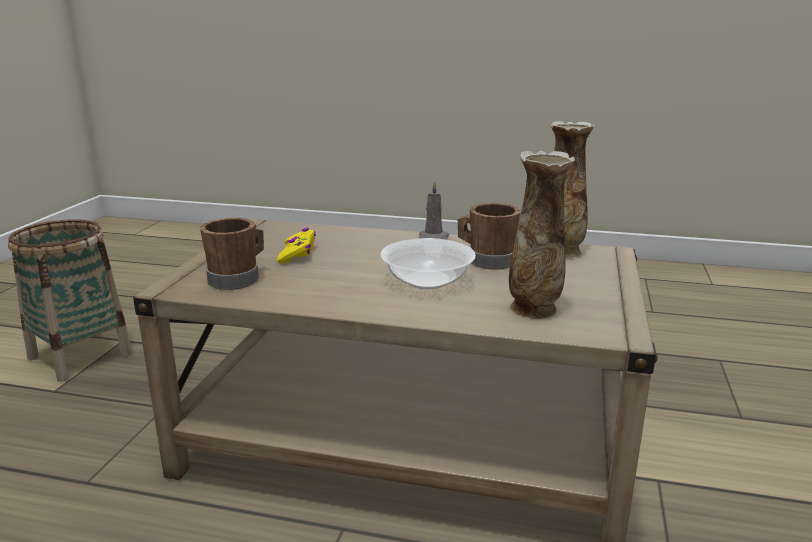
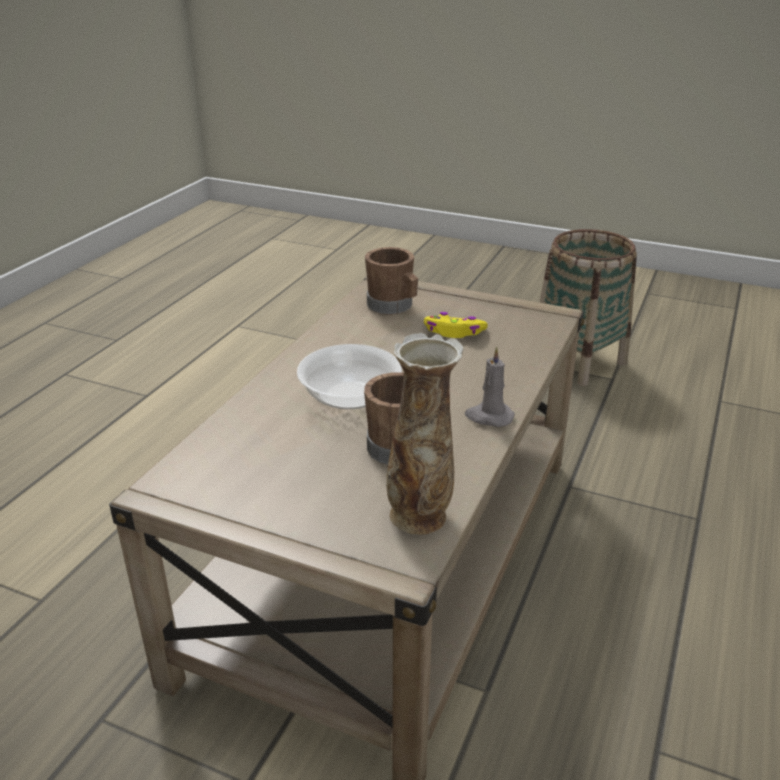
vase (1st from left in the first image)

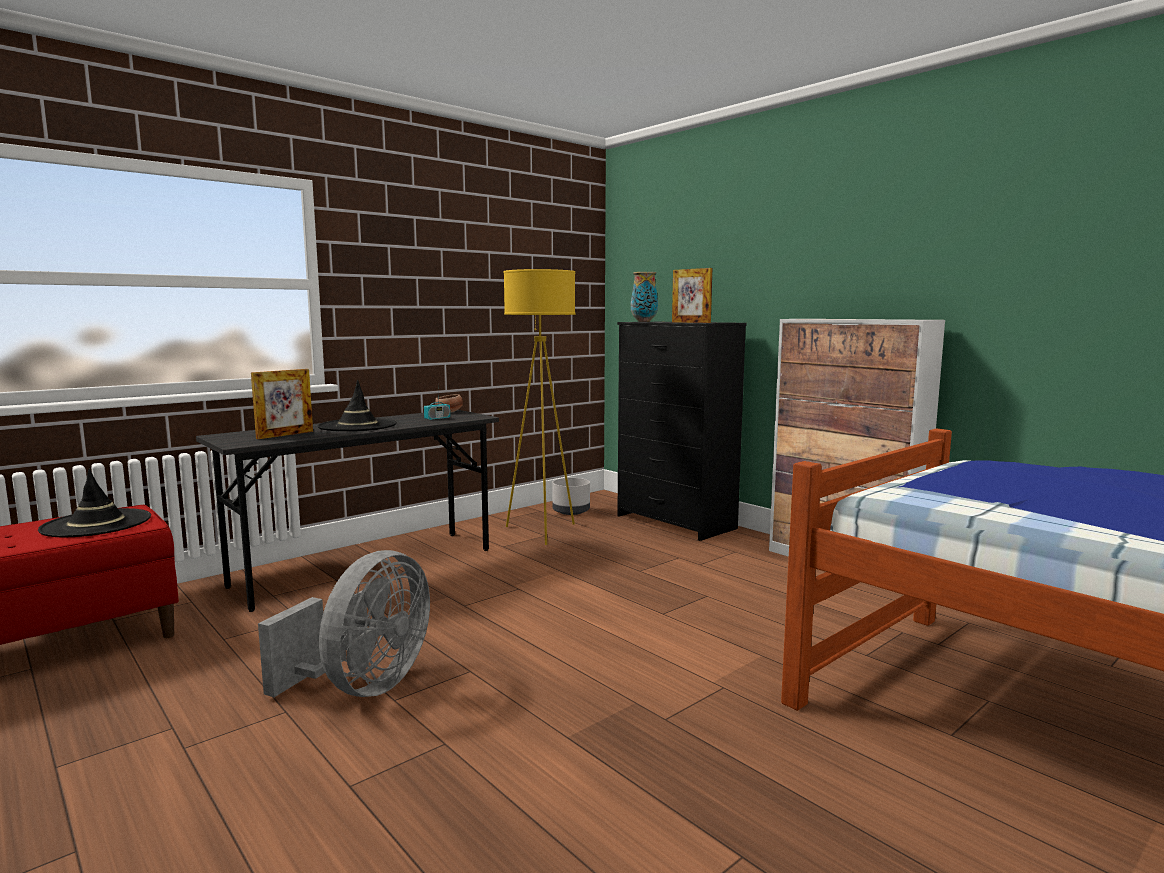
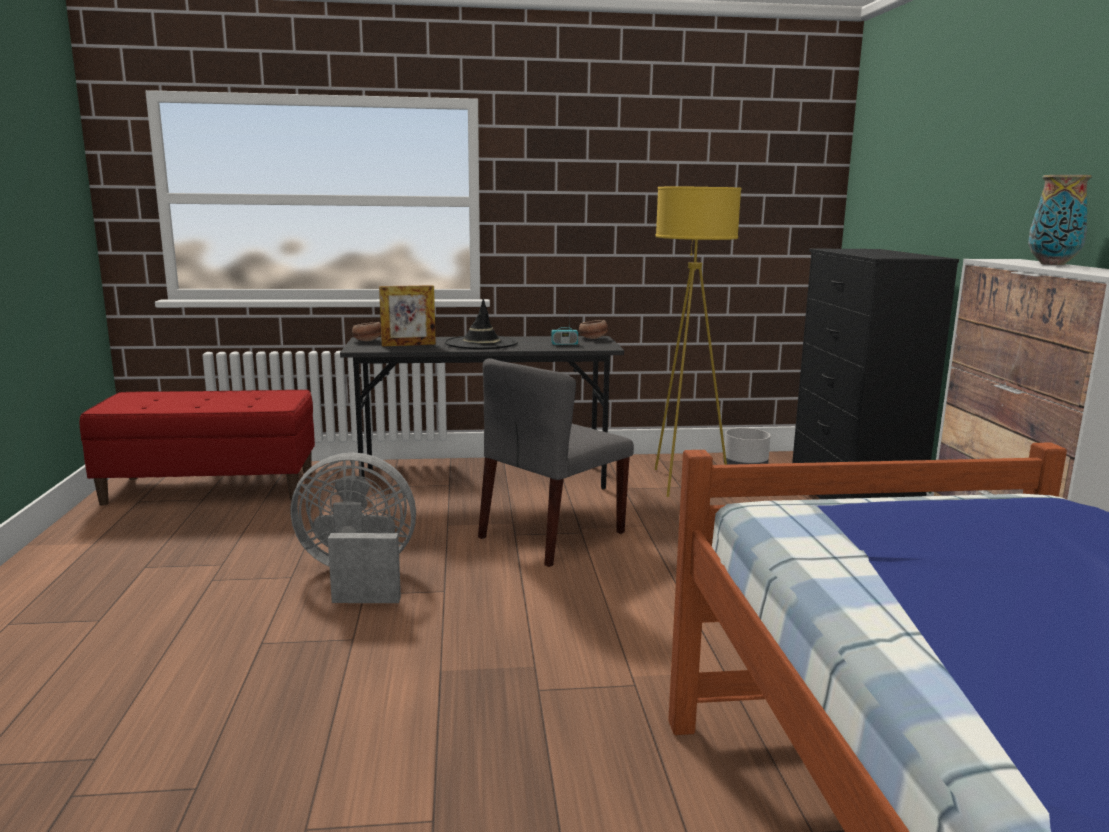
chapeau/noir (1st from left in the first image)
cadre photo (2nd from left in the first image)
bol (1st from left)
chaise/gris
vase
ventilateur/gris

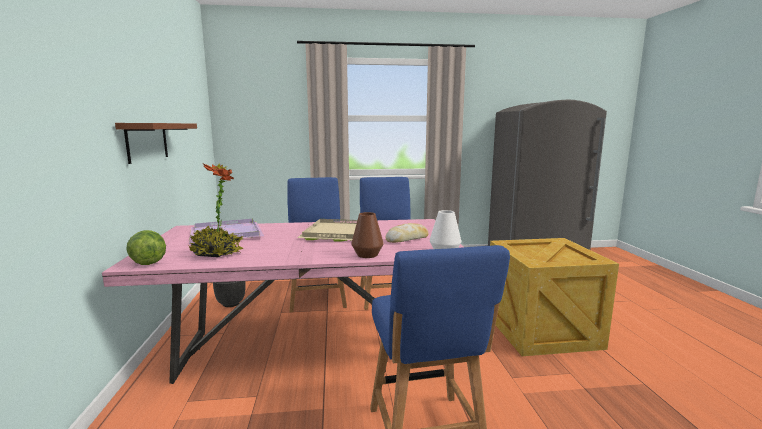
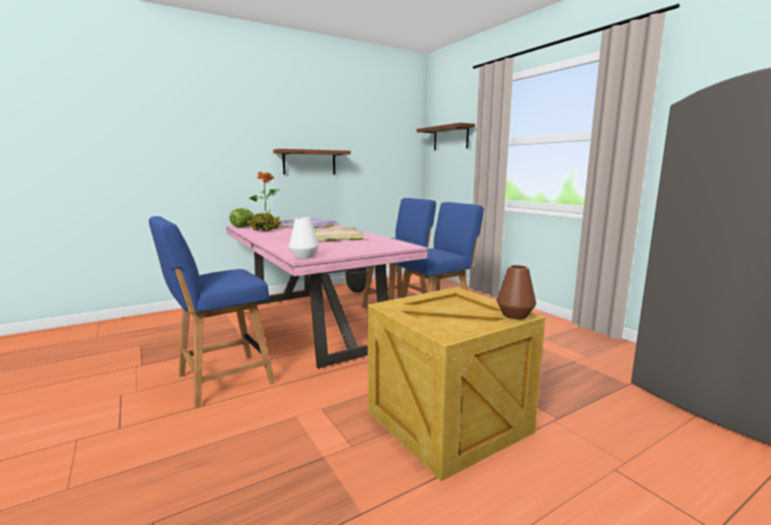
pain
étagère/marron (2nd from left)
vase/marron

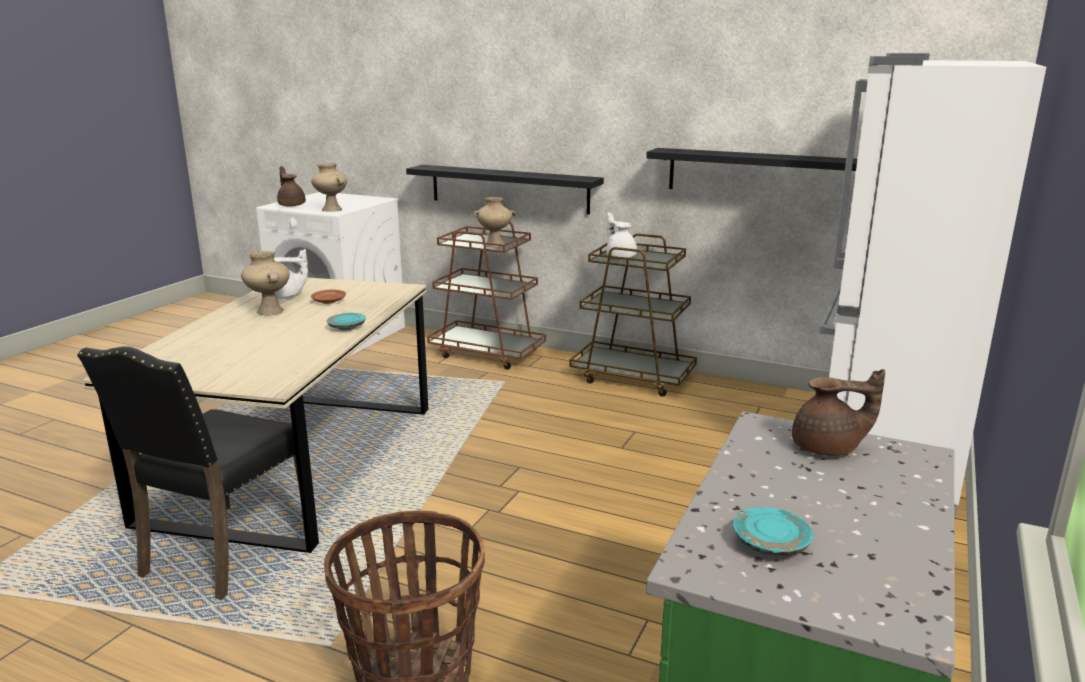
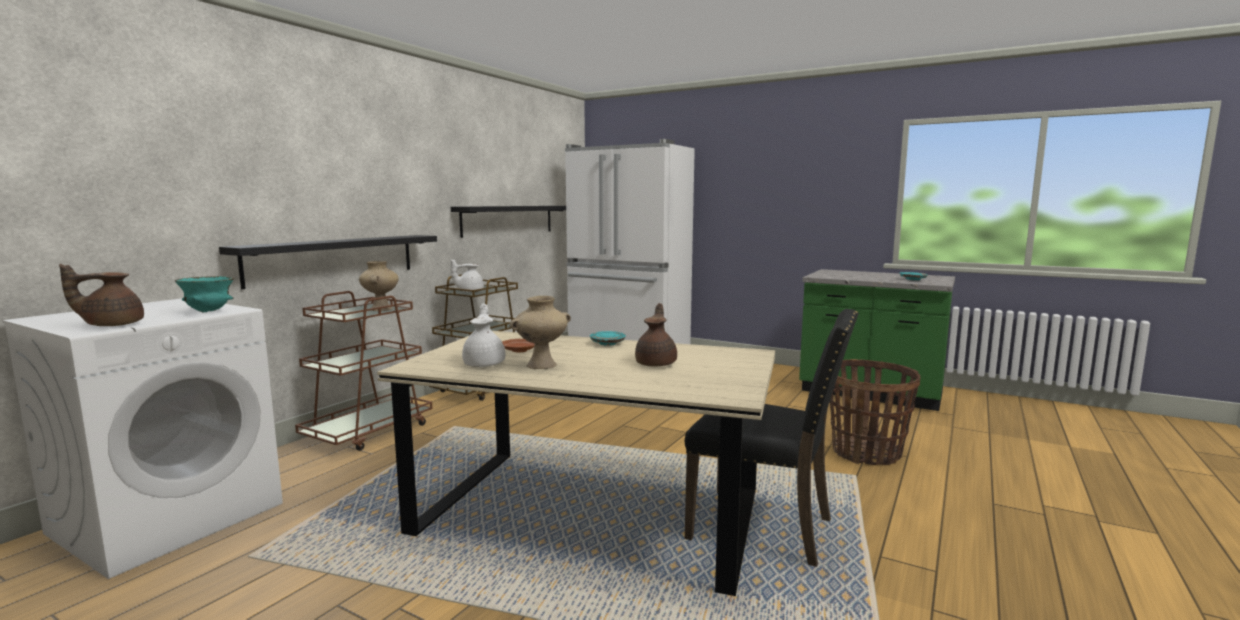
théière/marron (2nd from left)
bol/turquoise

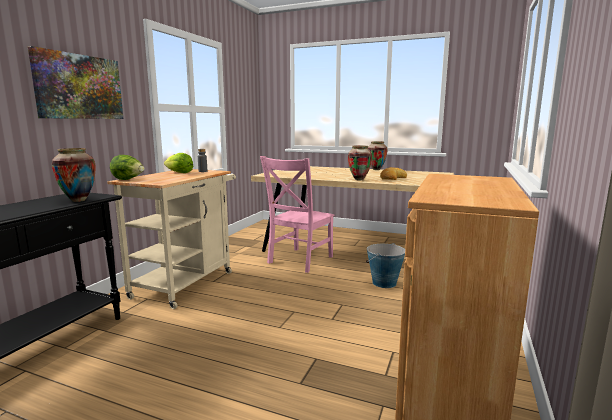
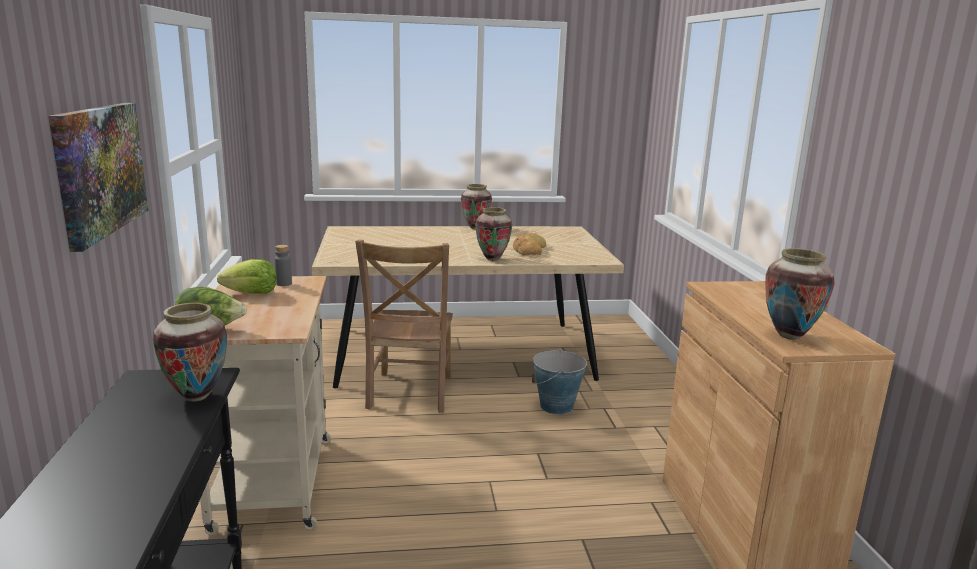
vase (4th from left)
chaise/marron

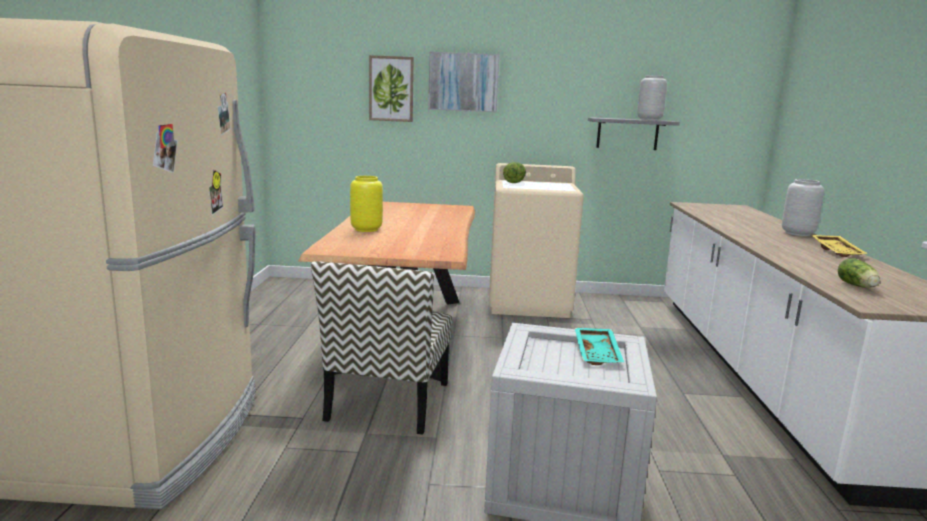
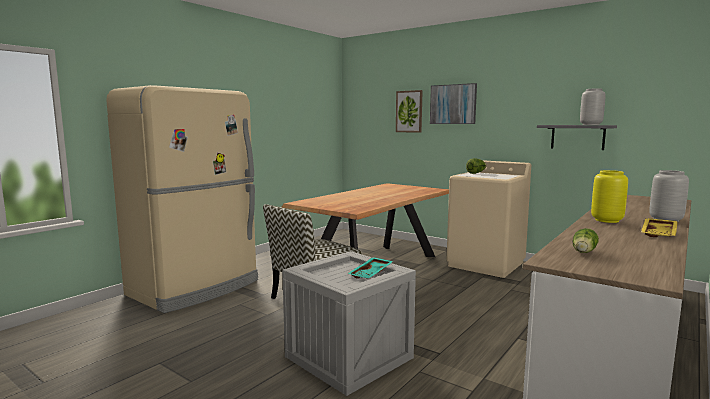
vase/jaune

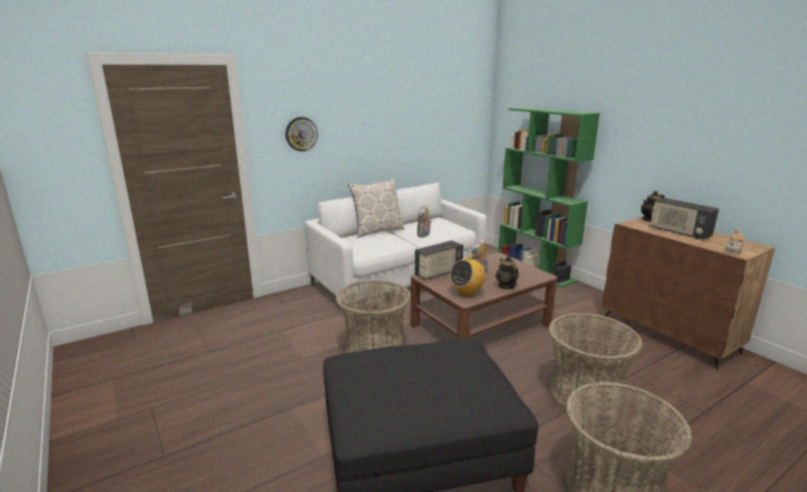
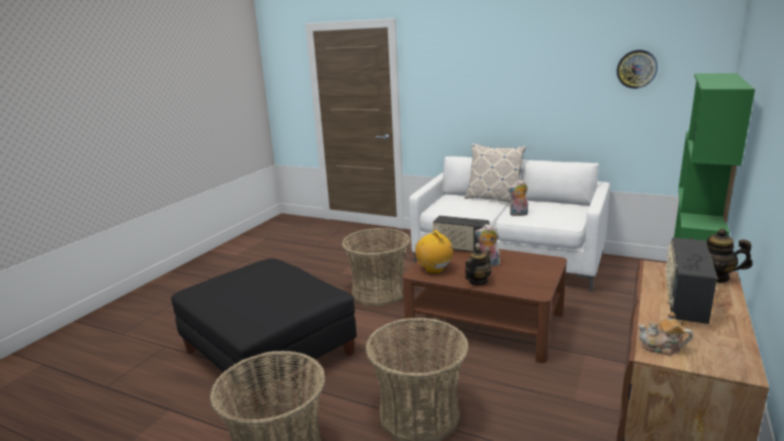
horloge murale
radio (1st from left)

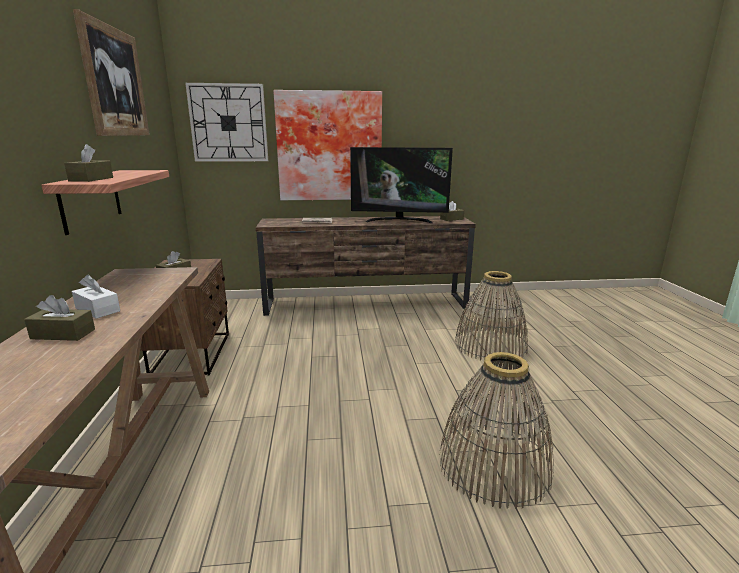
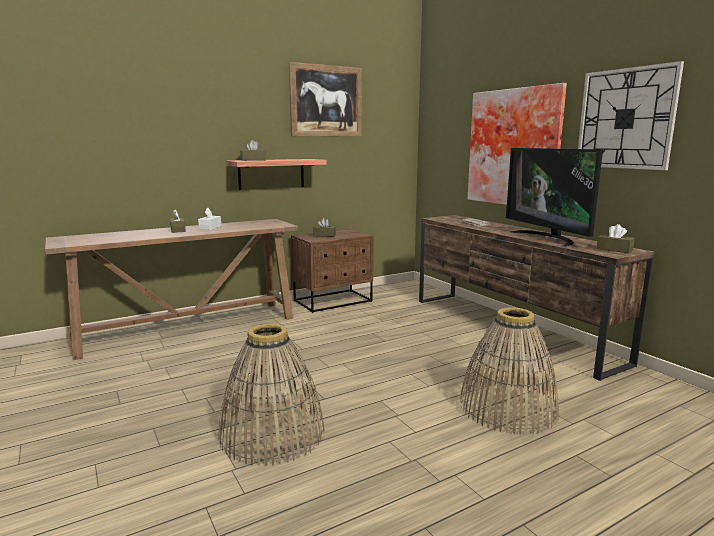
horloge murale

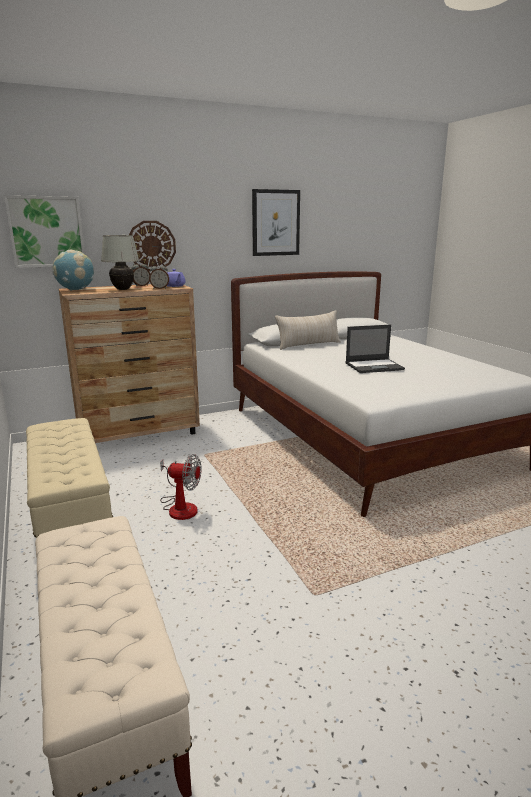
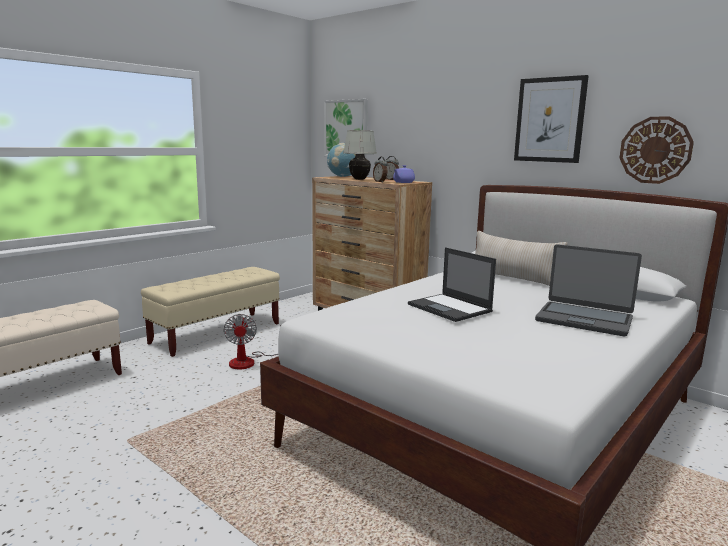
ordinateur portable (2nd from left)
horloge murale

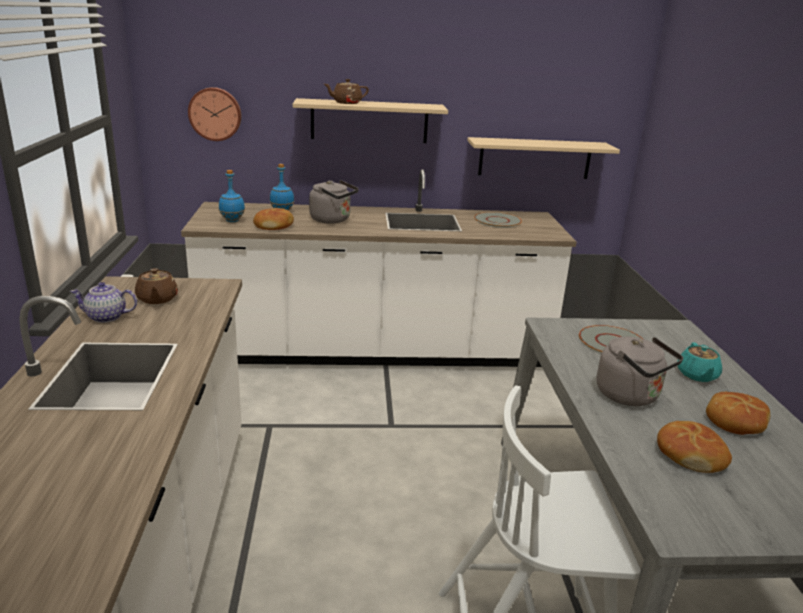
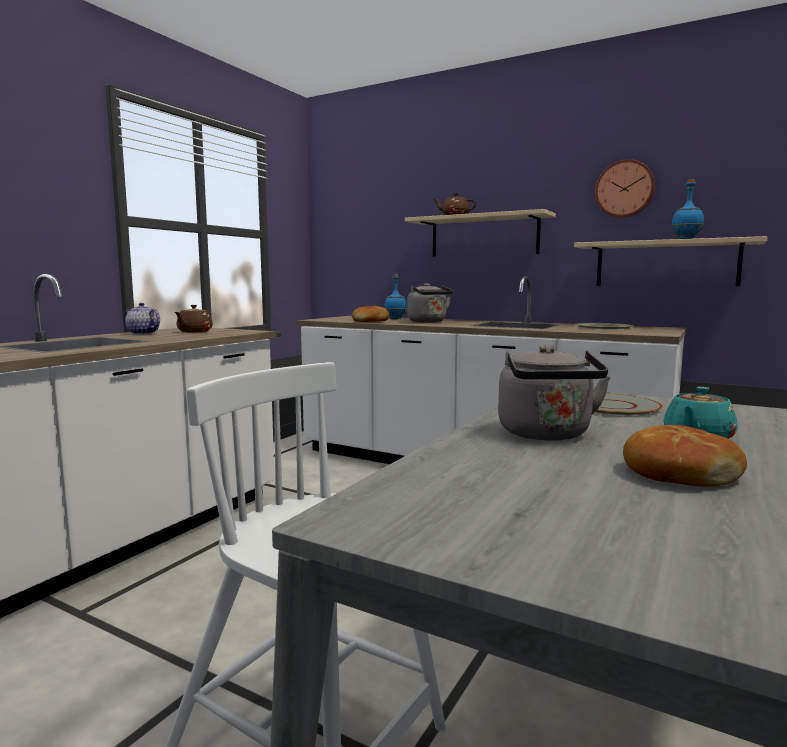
pain (2nd from left in the first image)
horloge murale
bouteille/bleu (2nd from left)

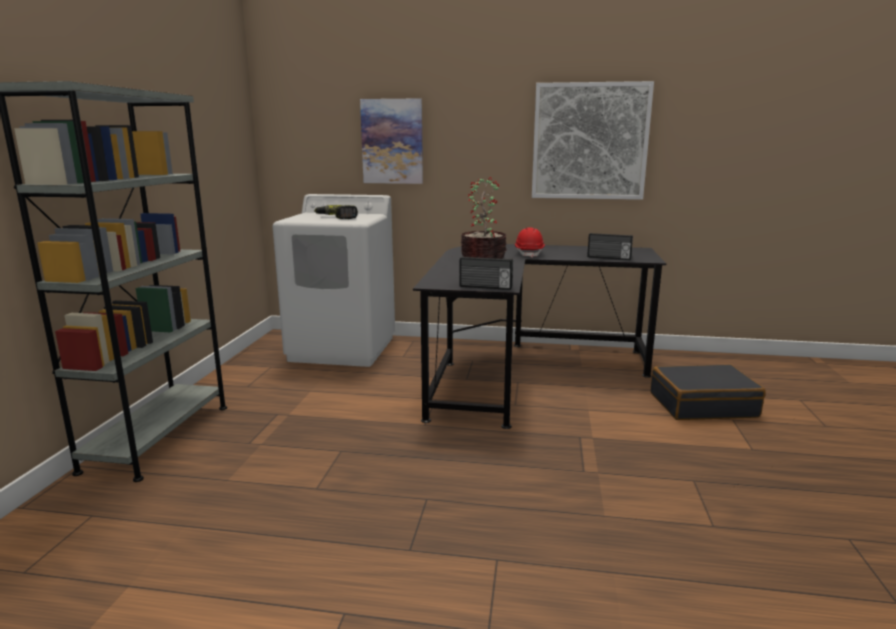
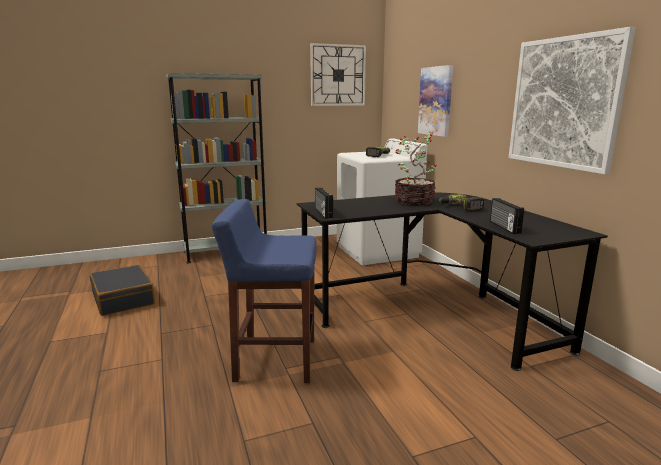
tabouret/bleu
horloge murale
valise/noir
perceuse (2nd from left)

